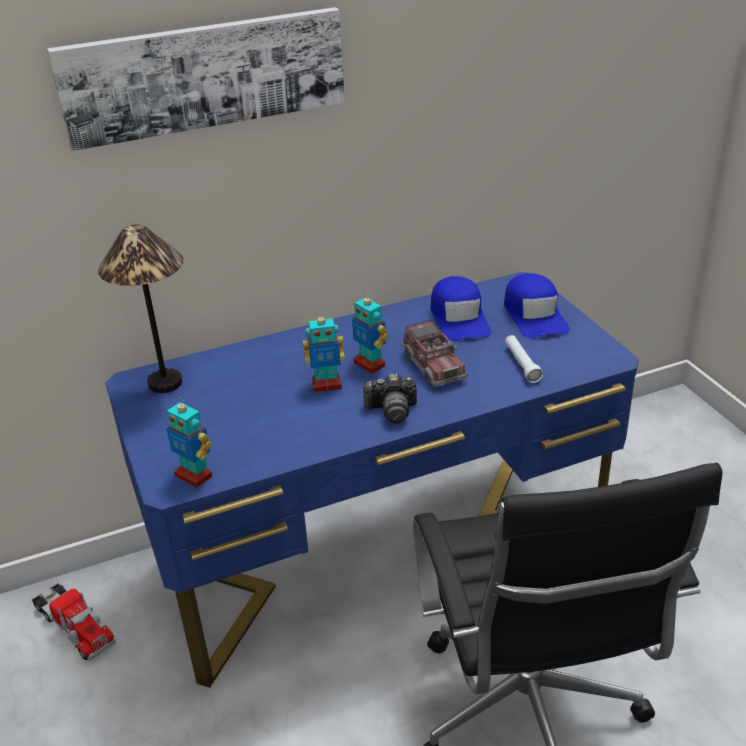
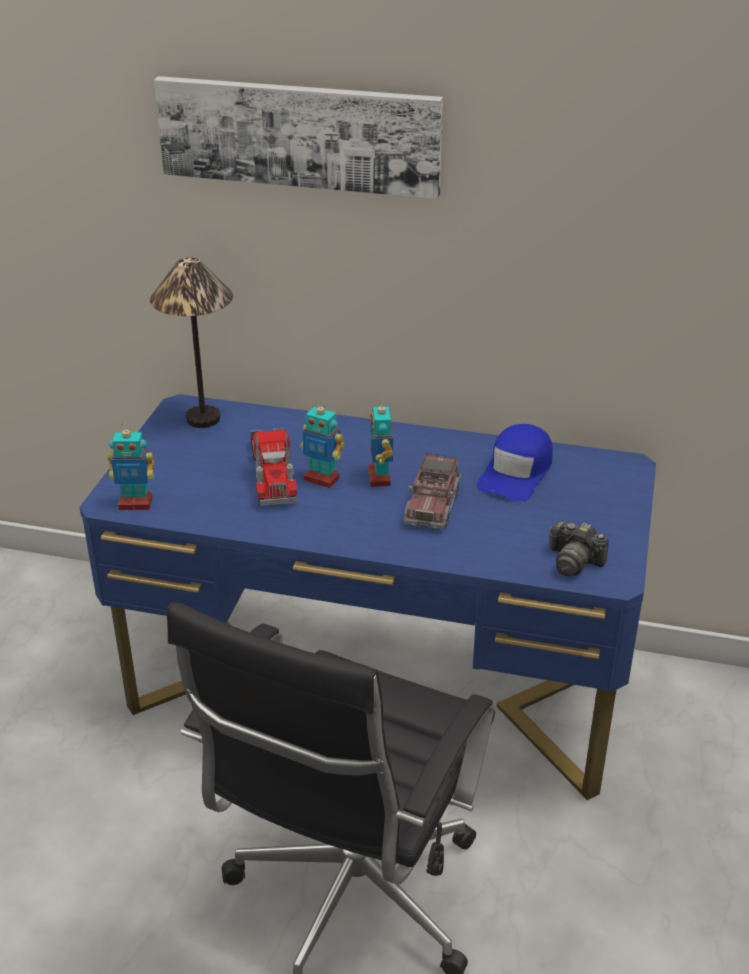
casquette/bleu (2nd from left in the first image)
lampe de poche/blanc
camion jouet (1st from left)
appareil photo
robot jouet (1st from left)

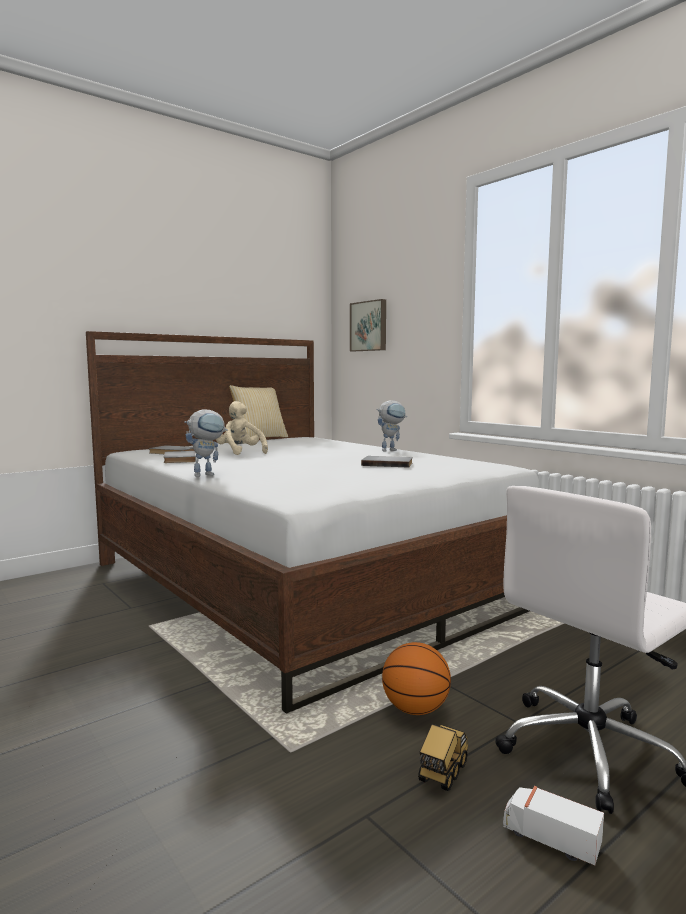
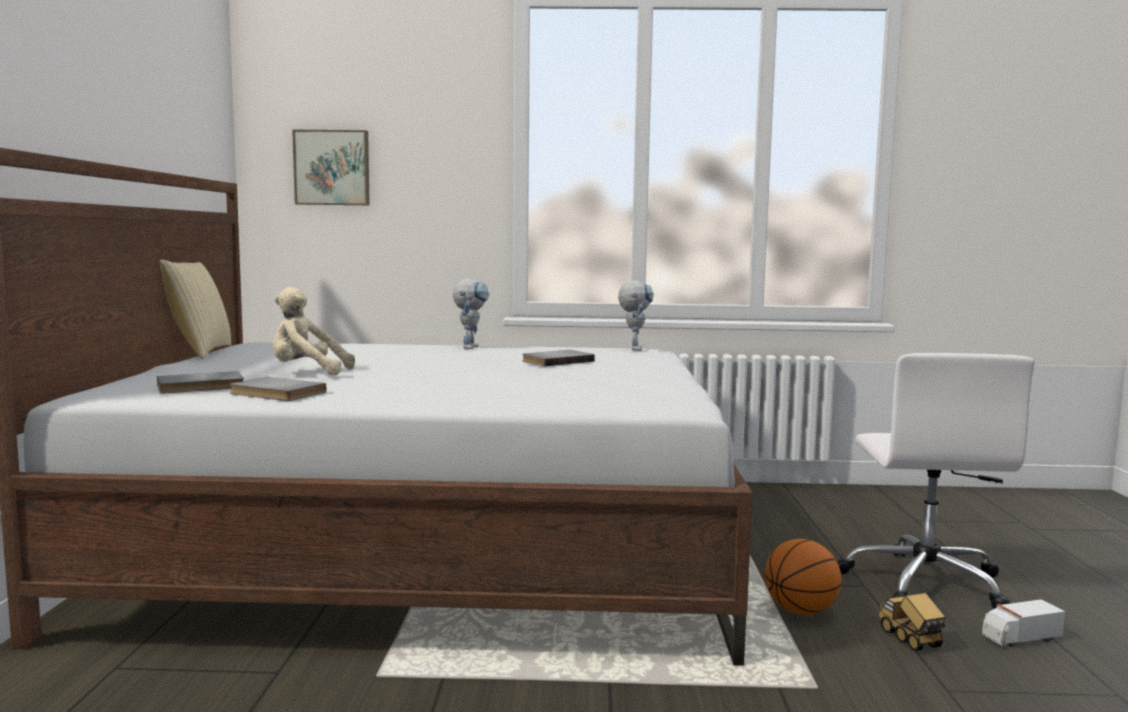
robot jouet (2nd from left)

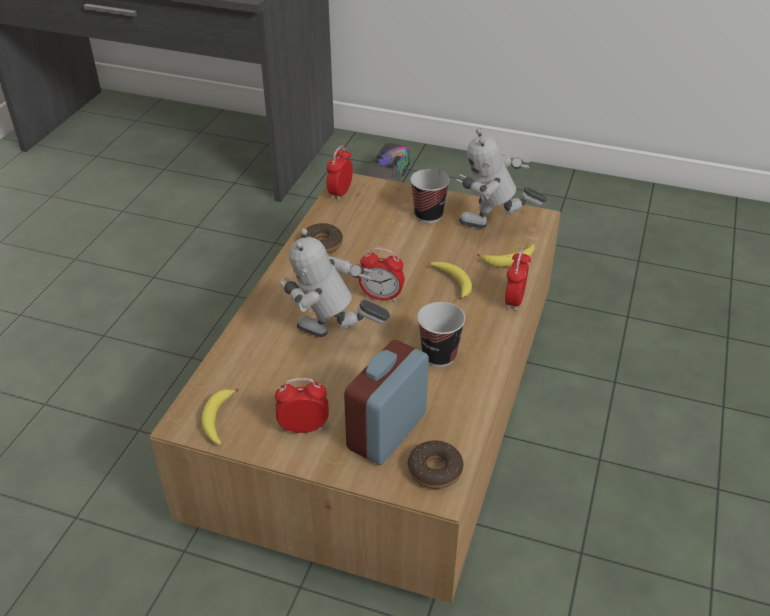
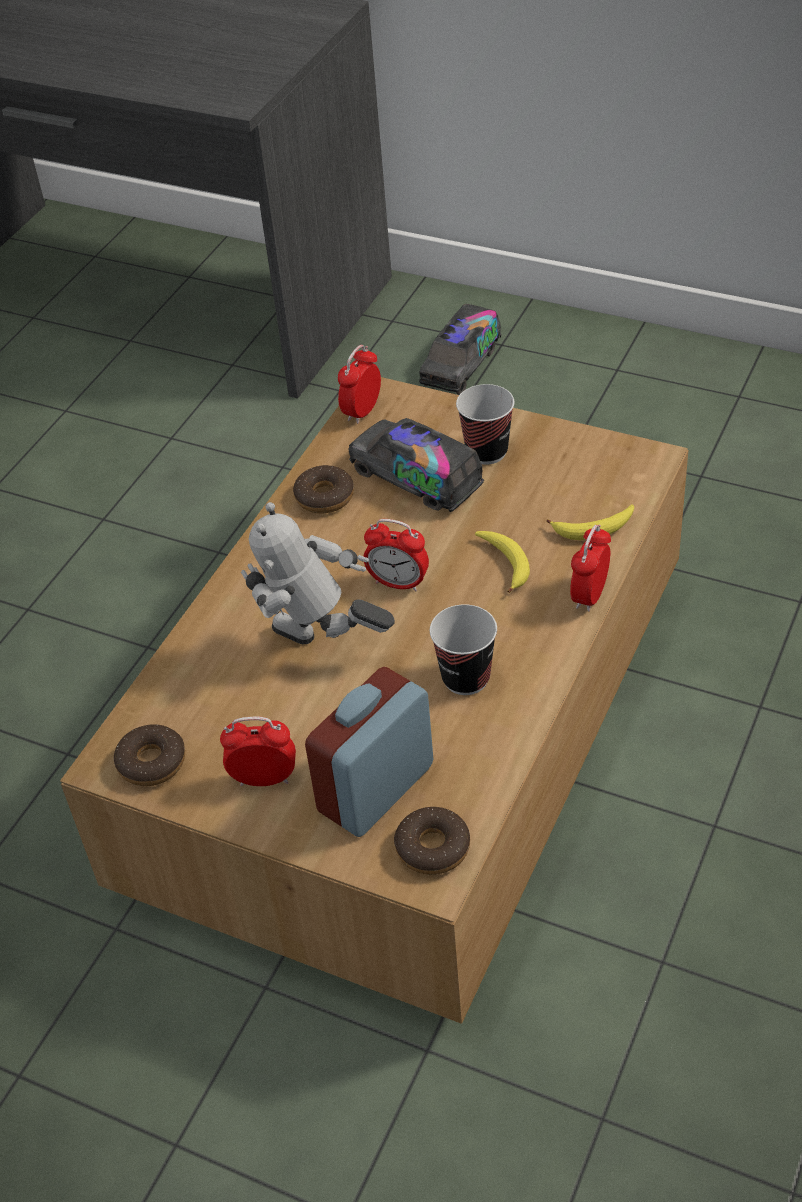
robot jouet (2nd from left in the first image)
camion jouet (1st from left)
beignet (1st from left)

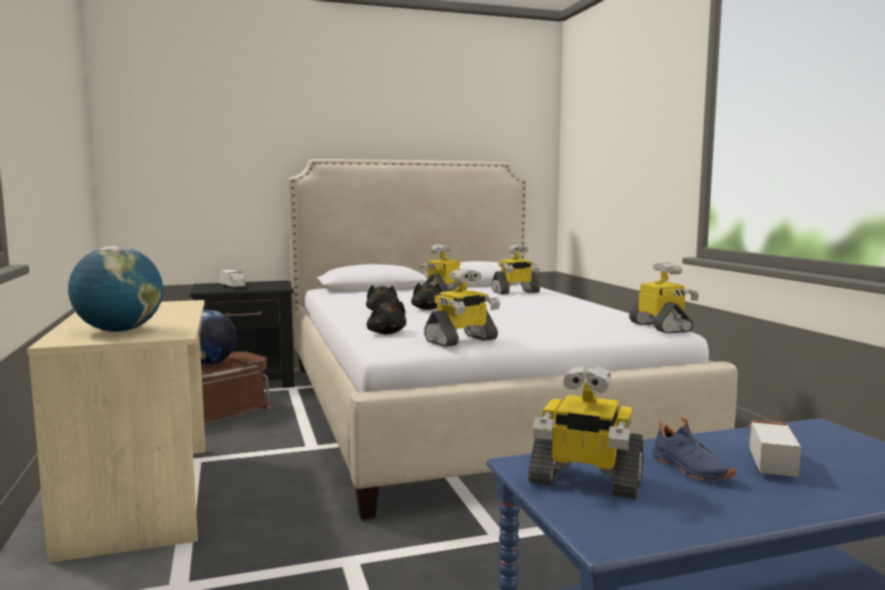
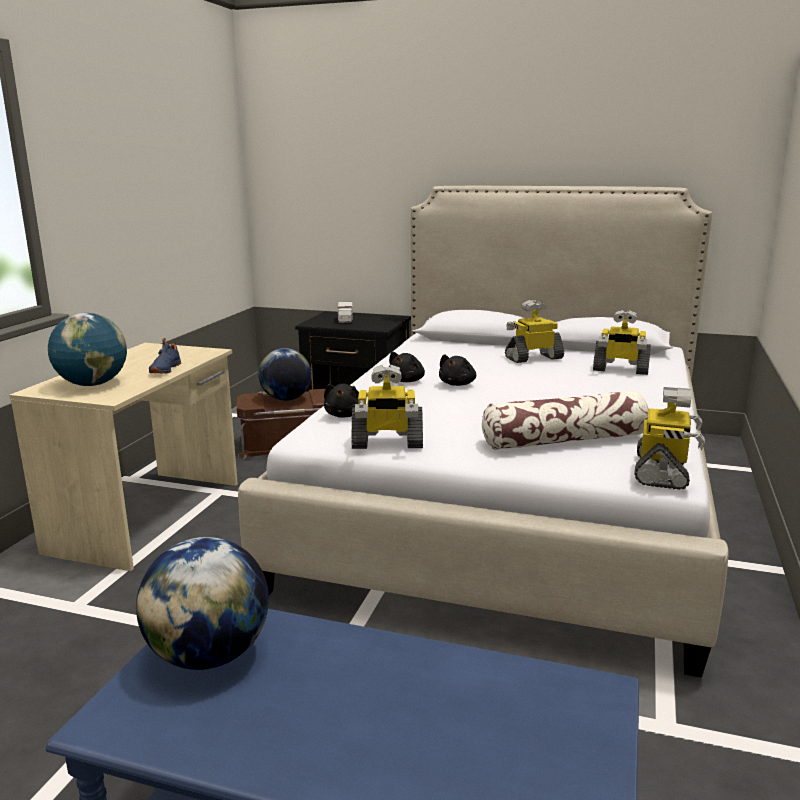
camion jouet (2nd from left in the first image)
coussin
chaussure/bleu
globe (2nd from left)

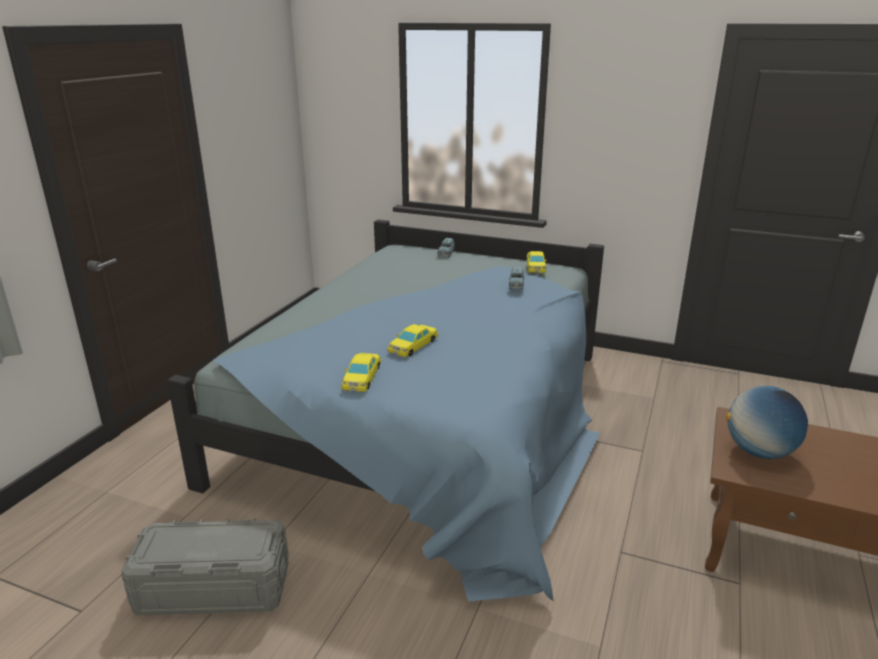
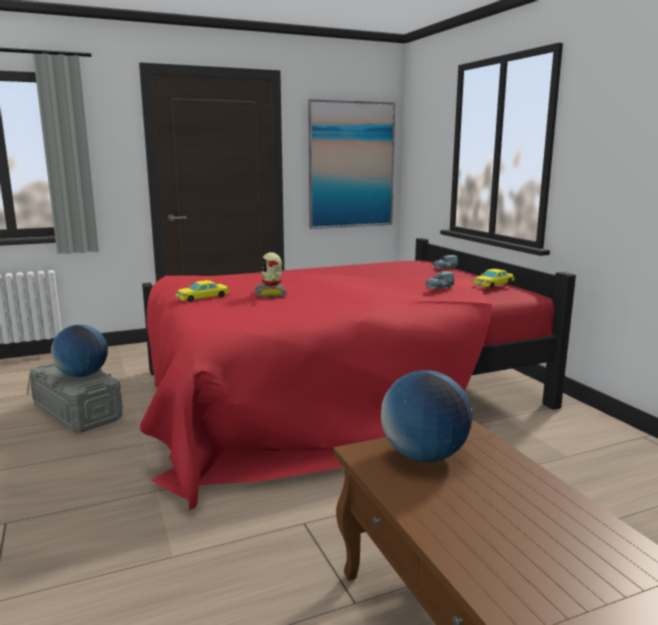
globe (1st from left)
tableau
robot jouet
lit/rouge

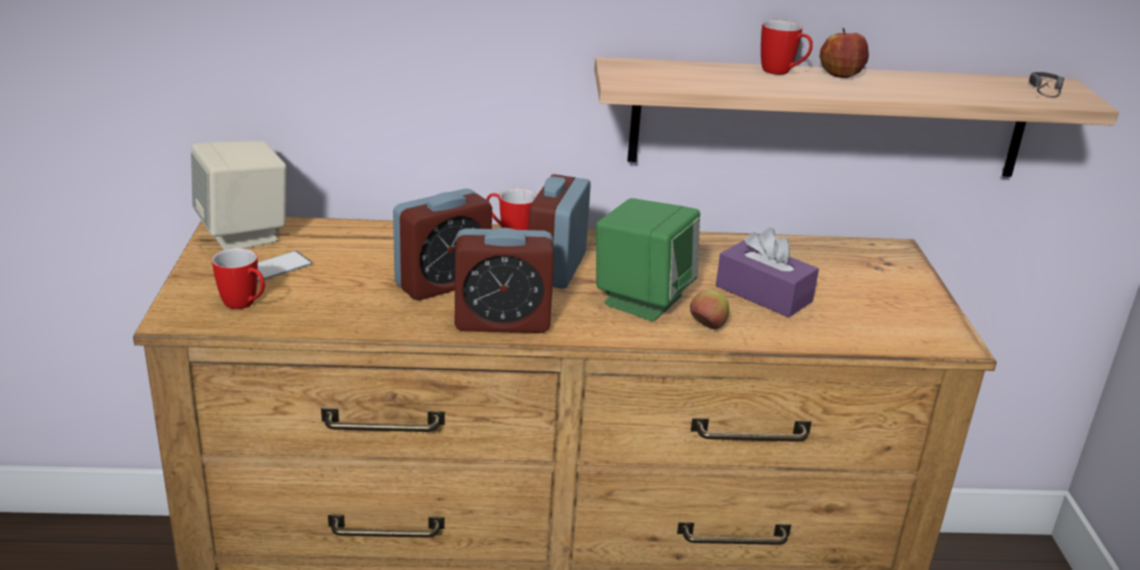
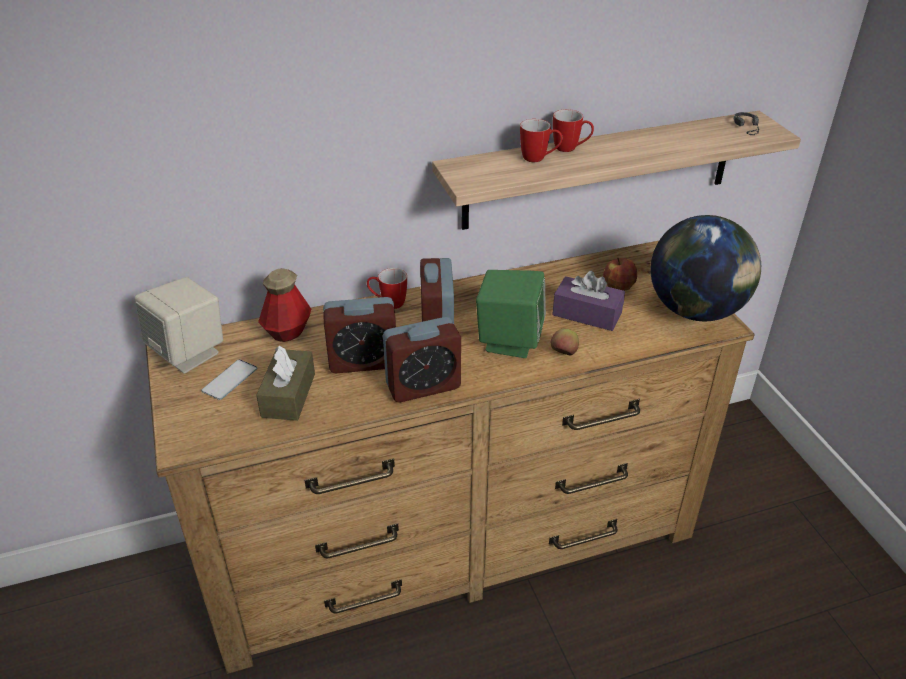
boîte à mouchoirs/marron
bouteille
globe
mug (2nd from left)
pomme (2nd from left)
réveil (1st from left)

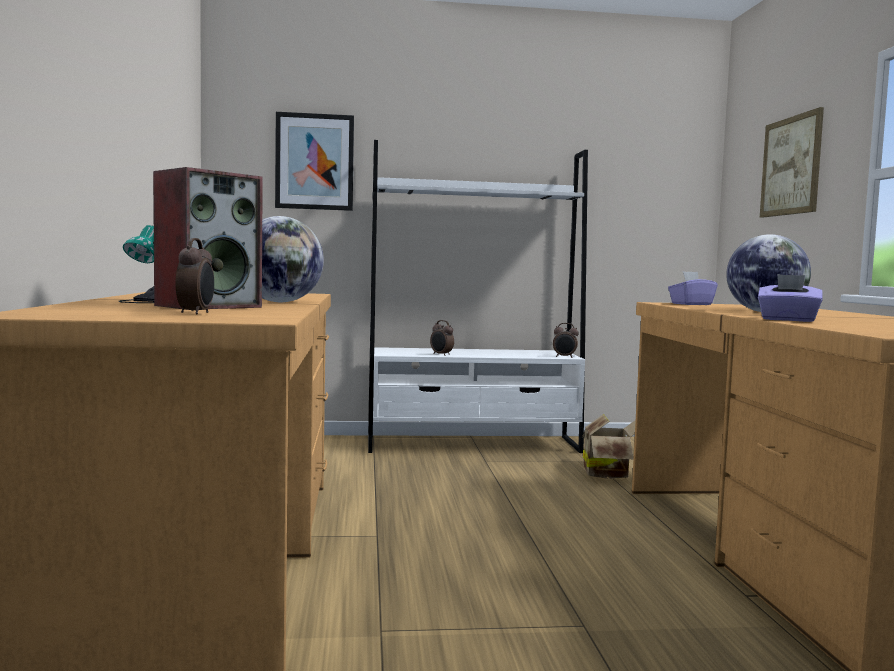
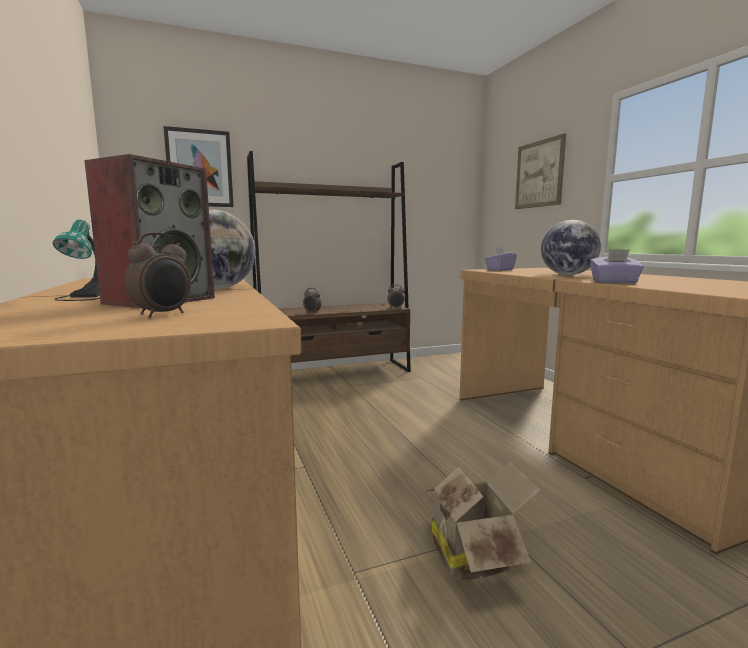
carton
bibliothèque/marron
réveil (1st from left)

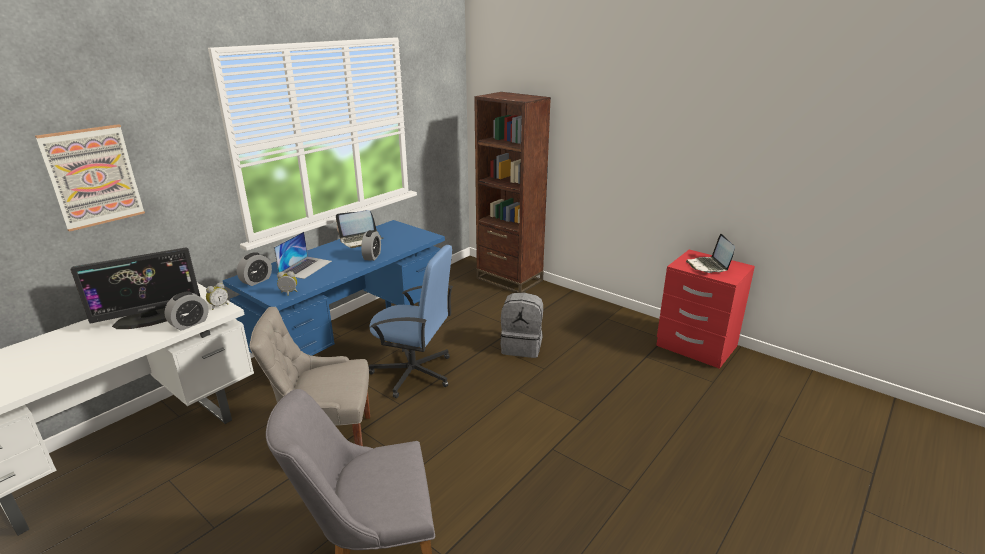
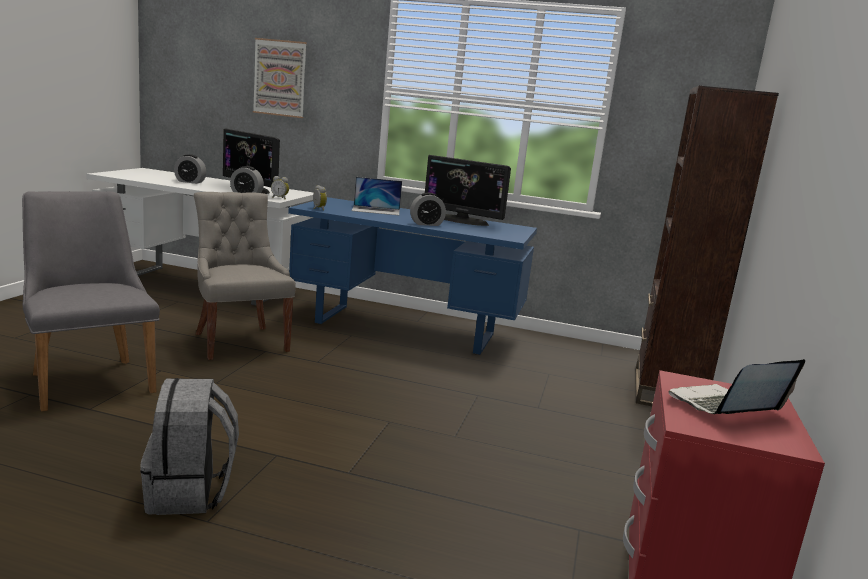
chaise de bureau/bleu
réveil (1st from left)
sac à dos/gris
écran d'ordinateur (2nd from left)

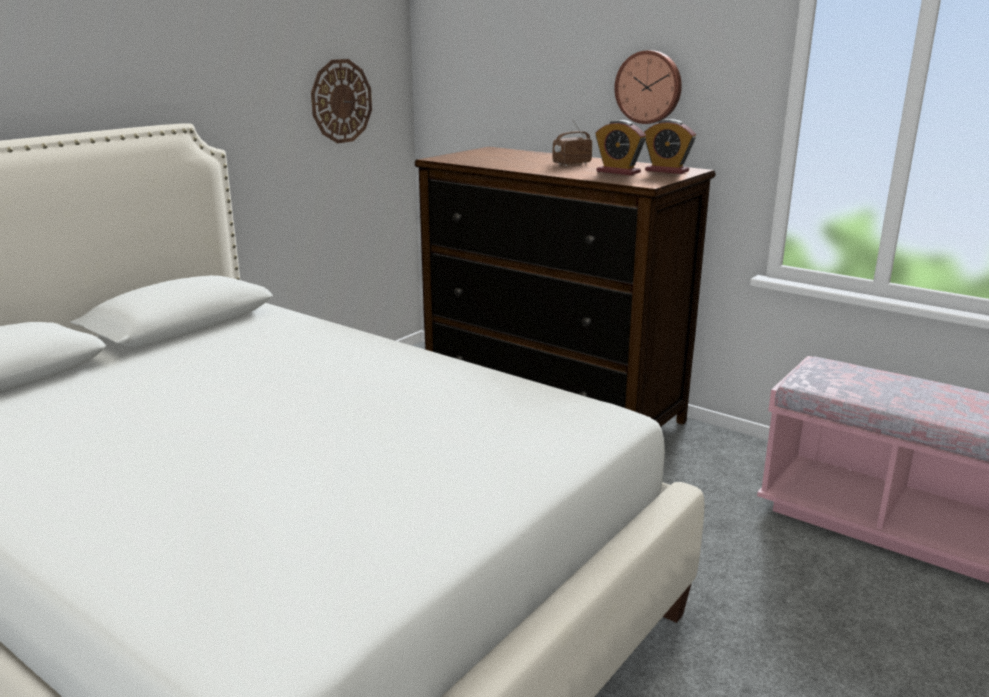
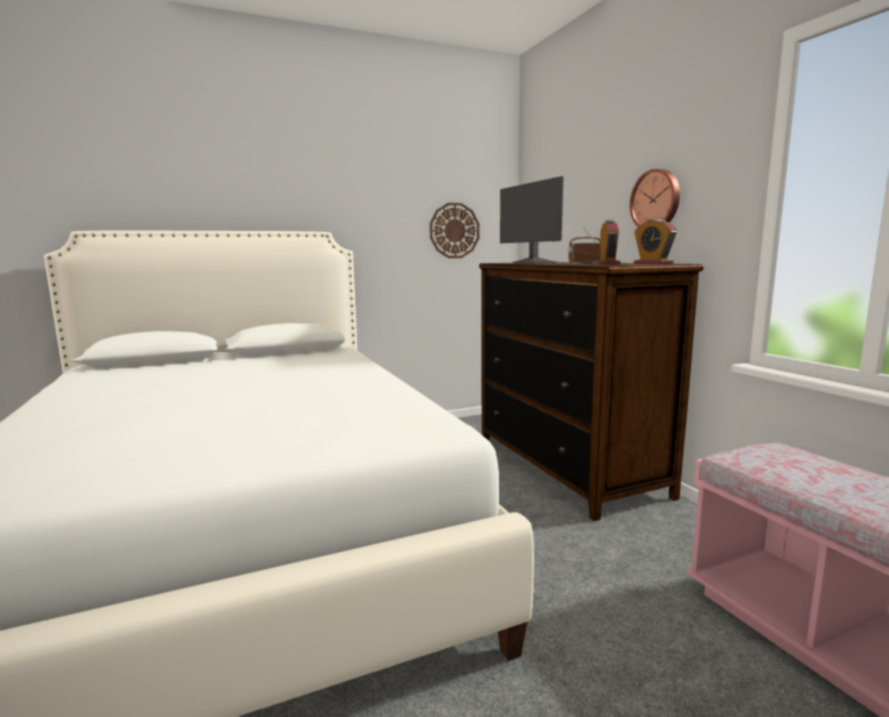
écran d'ordinateur
réveil (1st from left)

